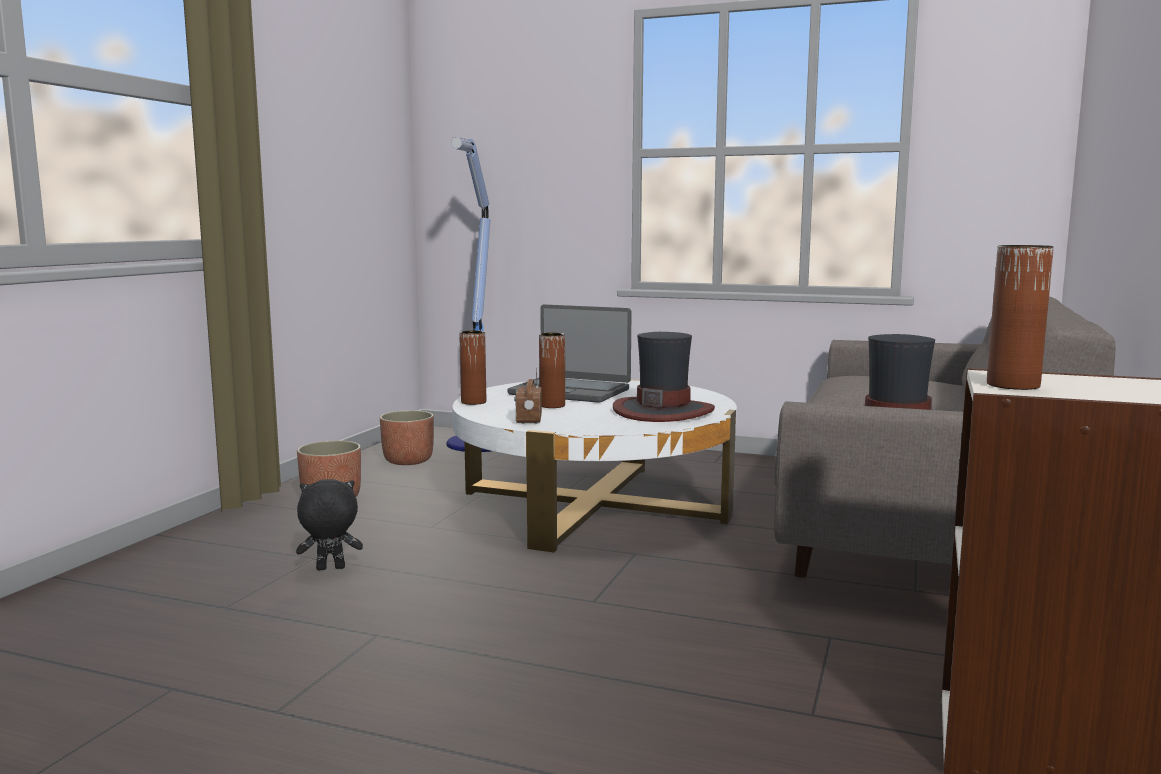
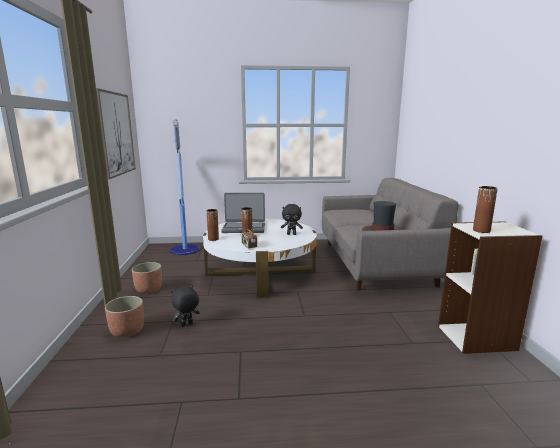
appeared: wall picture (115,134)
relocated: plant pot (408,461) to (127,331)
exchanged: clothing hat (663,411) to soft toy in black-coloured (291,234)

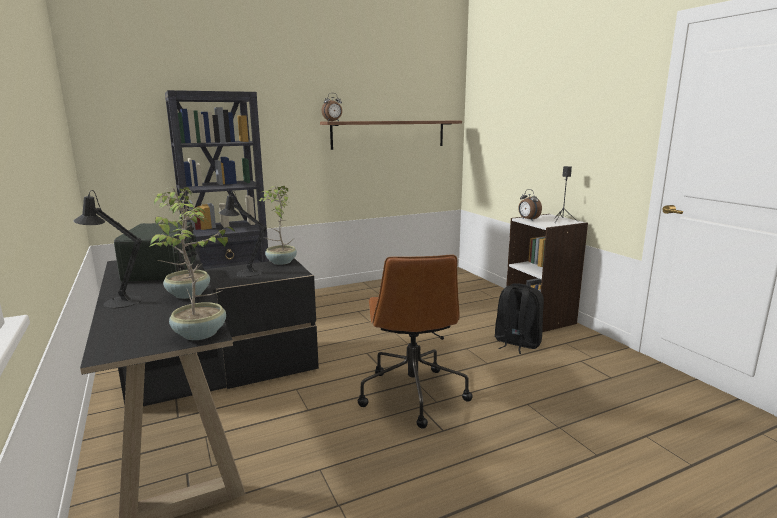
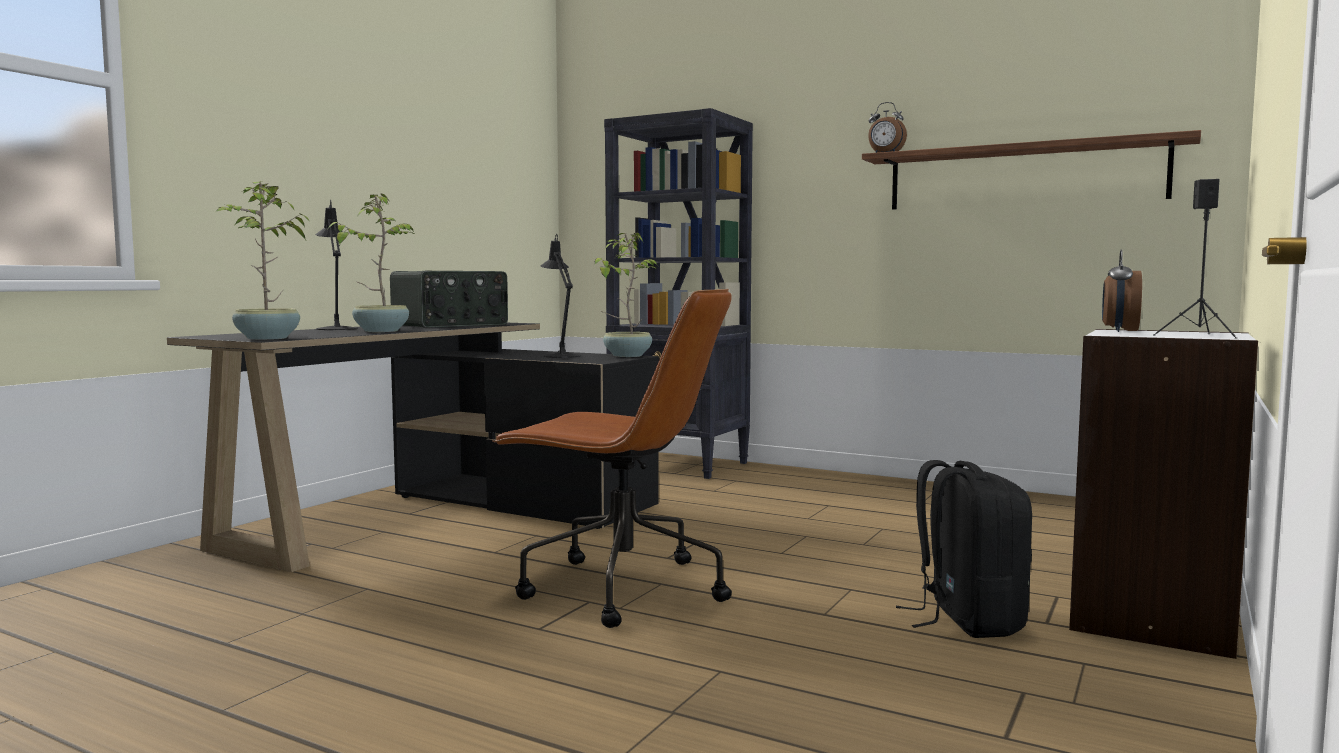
spun: office chair in brown-coloured (412,393) = (620,589) 120 degrees counterclockwise

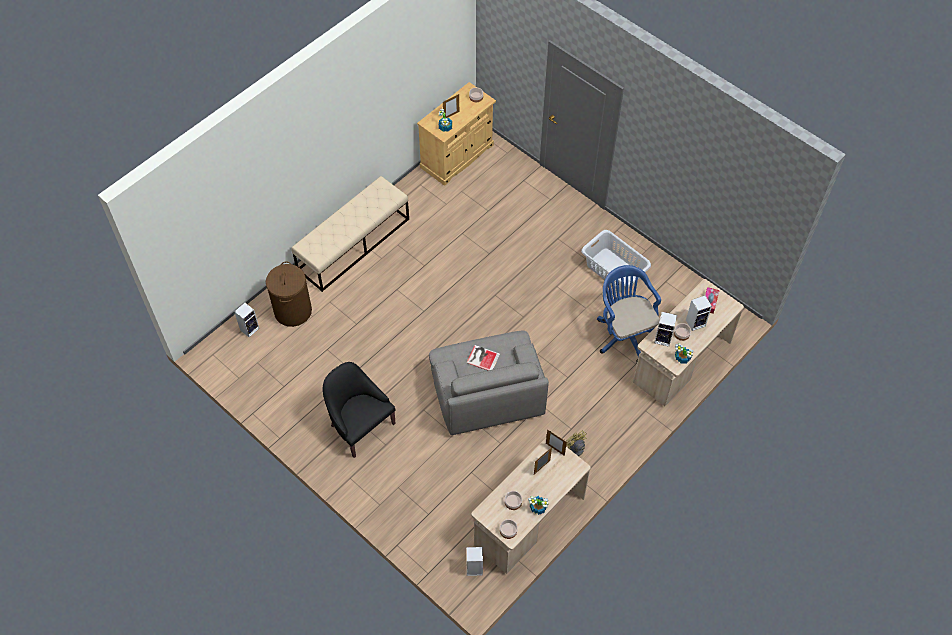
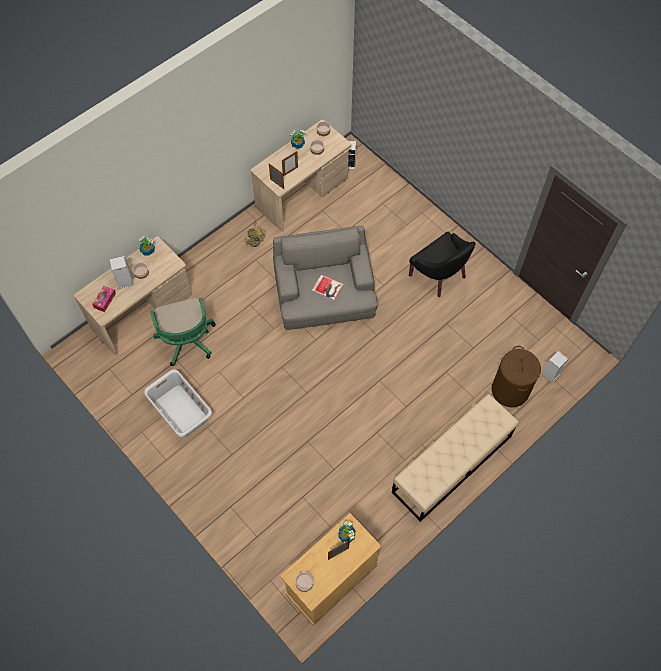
missing: loudspeaker (663,339)
colour: office chair in blue-coloured (624,333) to office chair in green-coloured (187,342)

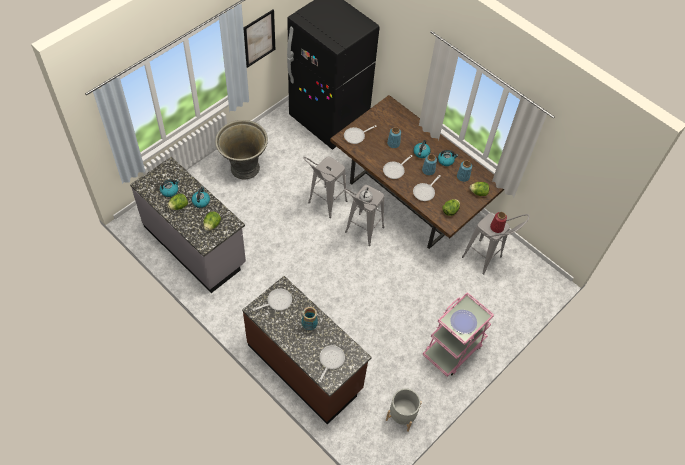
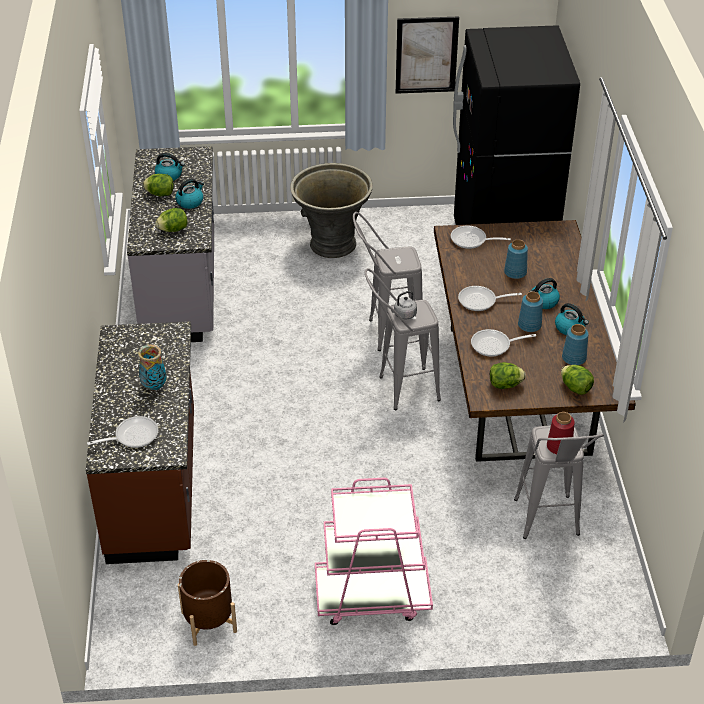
missing: frying pan (277,301); dinner plate (463,322)
colour: plant pot in gray (402,415) to plant pot in brown-coloured (209,622)

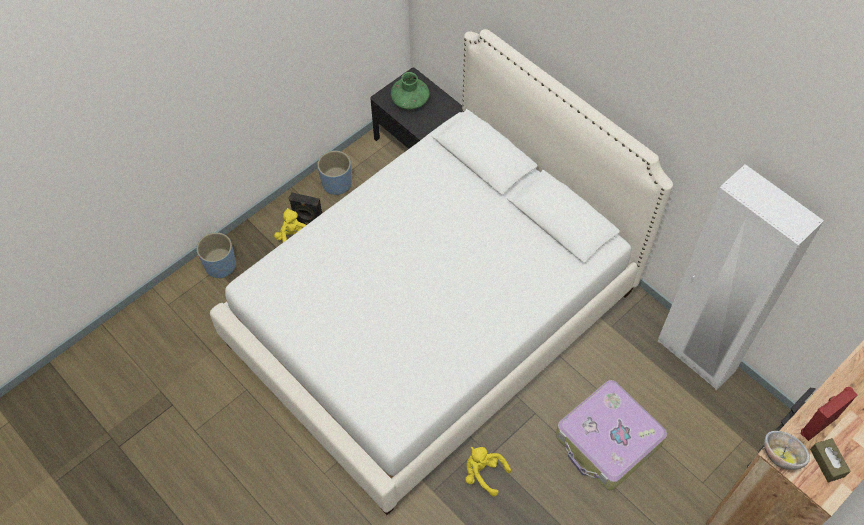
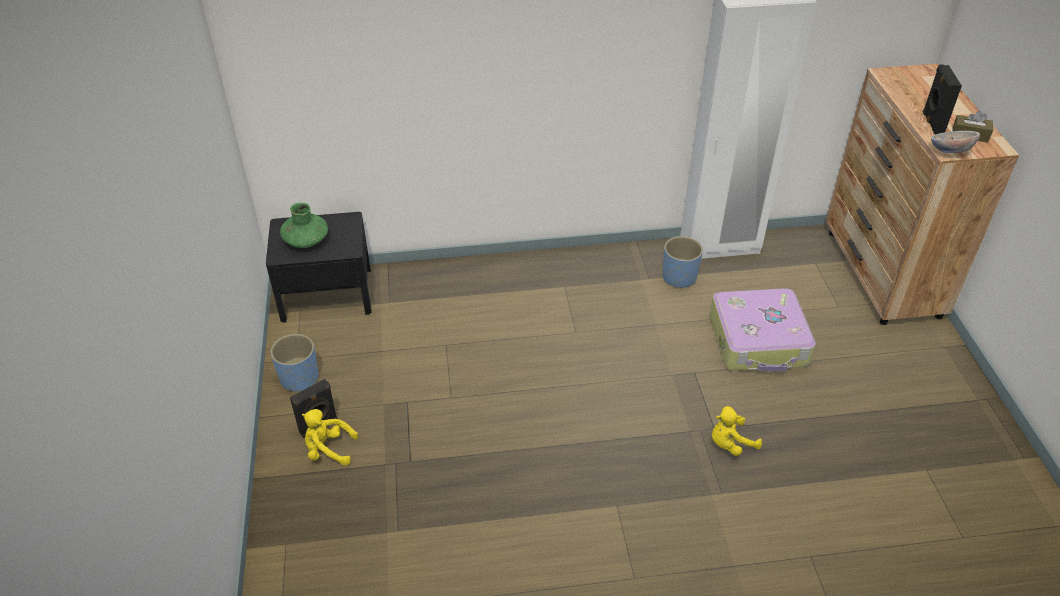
missing: bed in white (433,317)
relocated: plant pot in blue-coloured (220,265) to (678,277)
colour: loudspeaker in red-coloured (817,424) to loudspeaker in black-coloured (932,123)

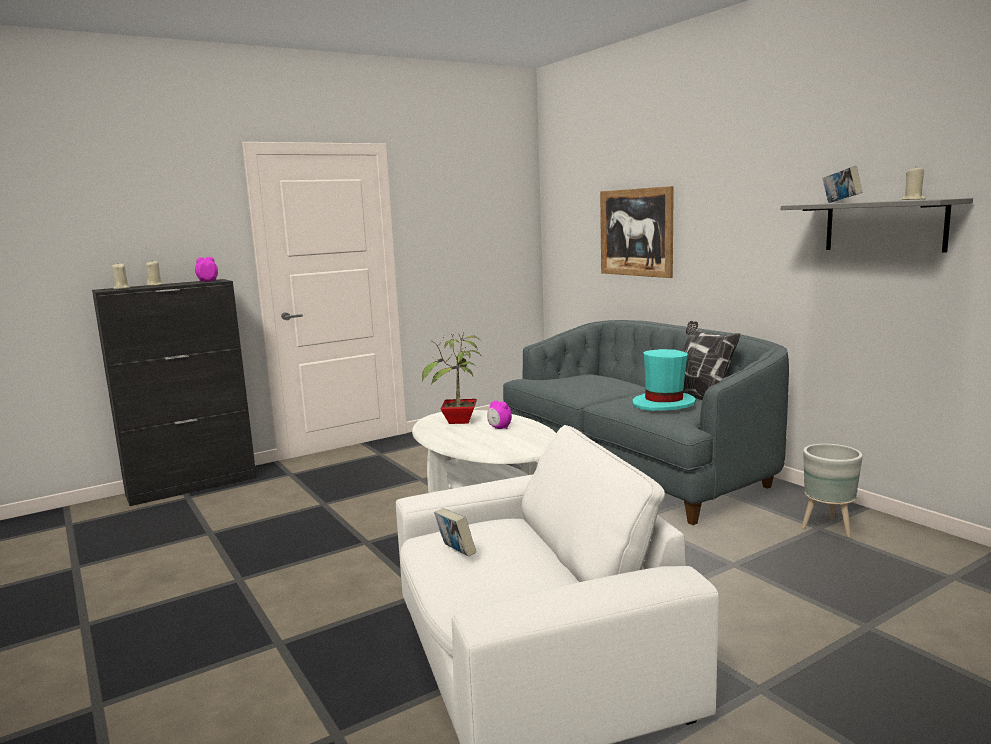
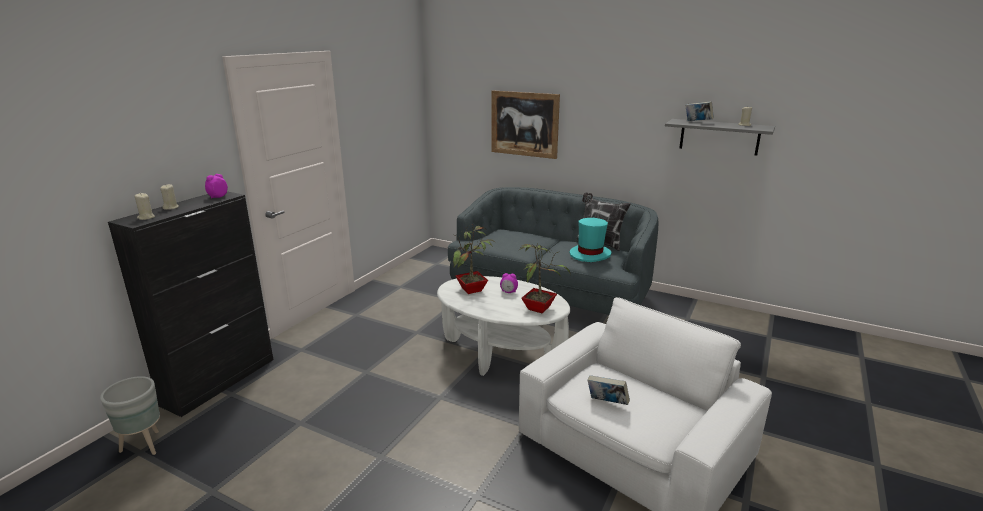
appeared: plant in a pot (539,308)
relocated: plant pot in gray (829,528) to (145,445)

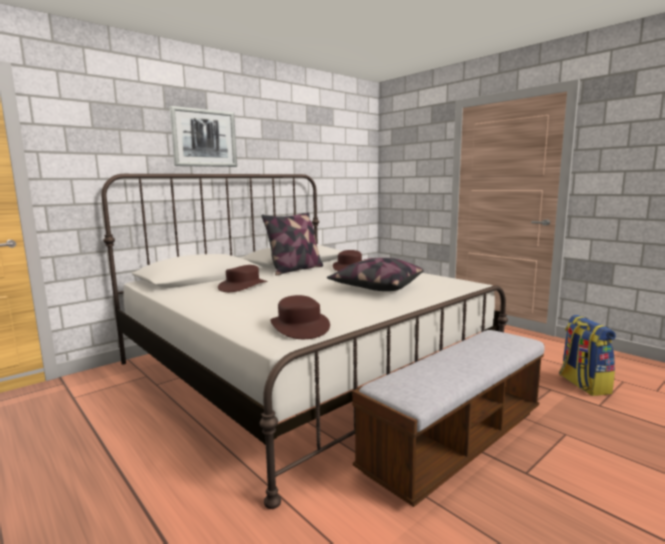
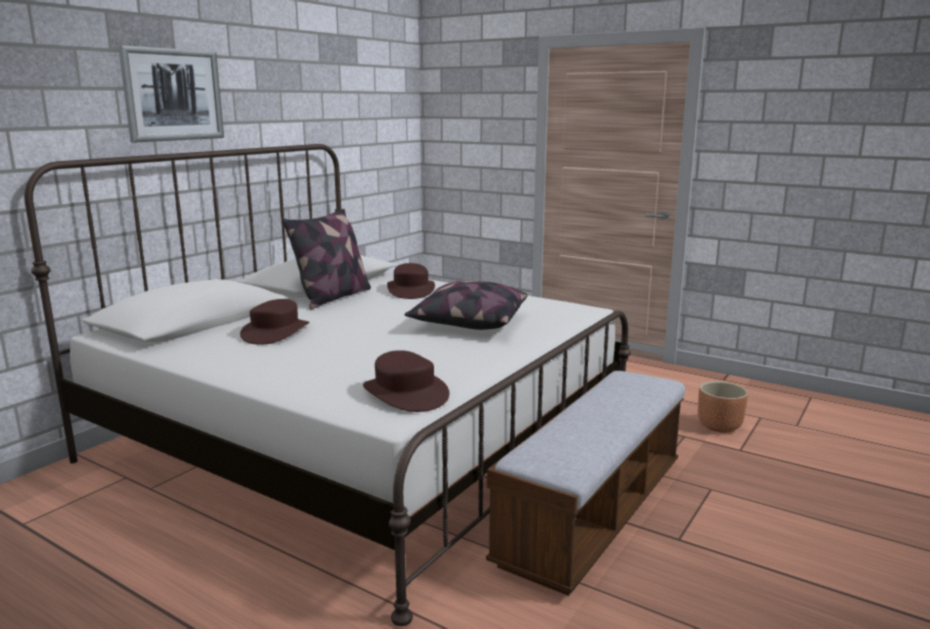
exchanged: rucksack (583,385) to plant pot in brown-coloured (718,426)

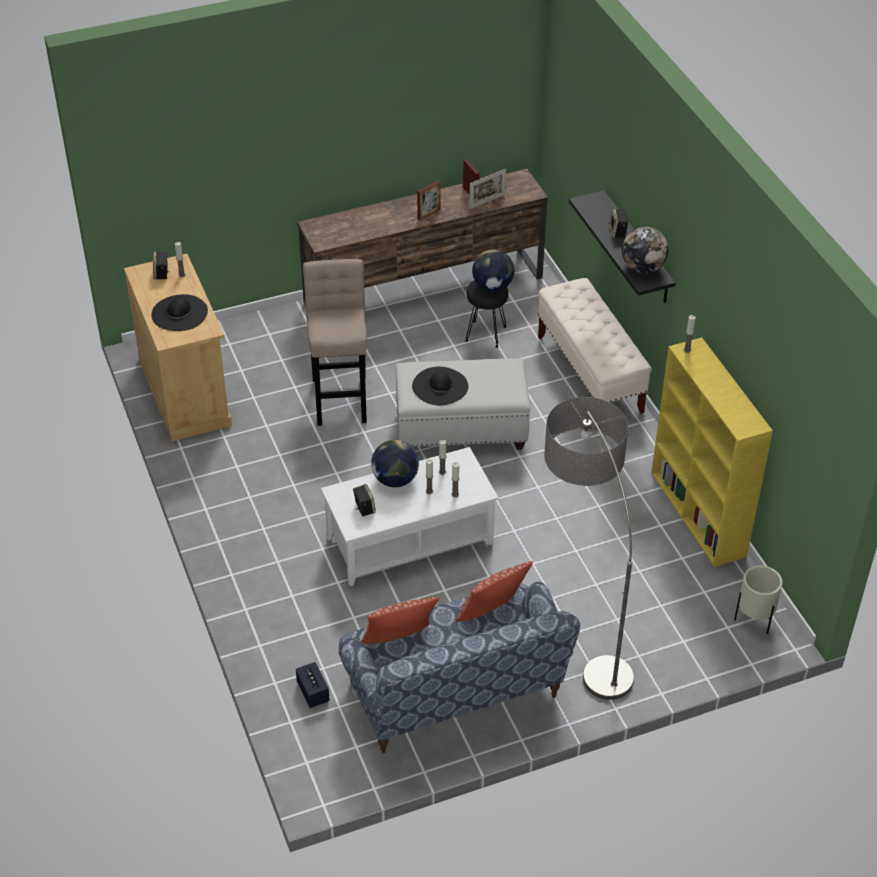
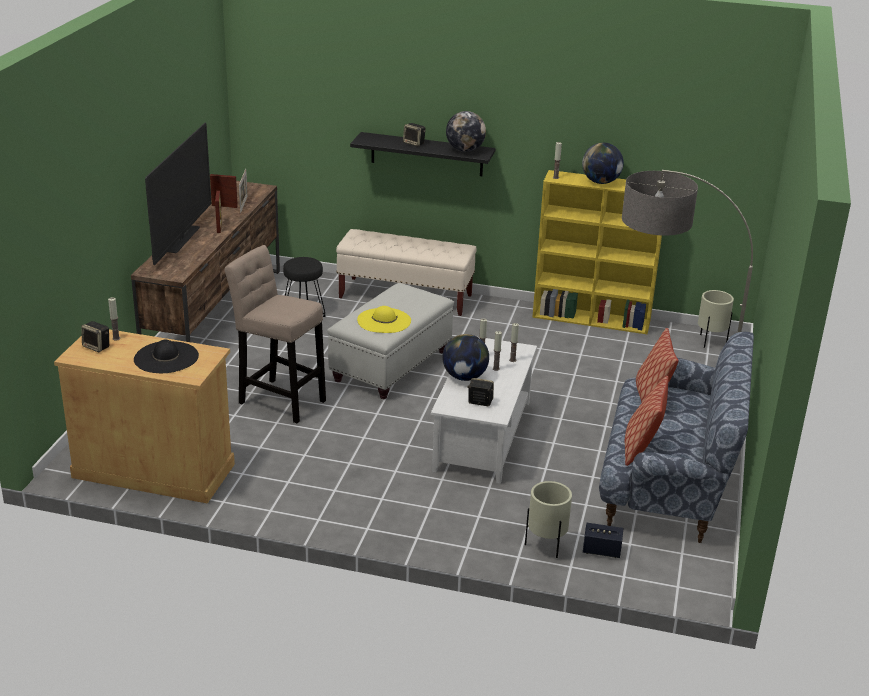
appeared: TV (182,239); plant pot in beige (546,546)
relocated: desk globe (492,286) to (600,182)
colour: clothing hat in black-coloured (440,386) to clothing hat in yellow-coloured (384,320)

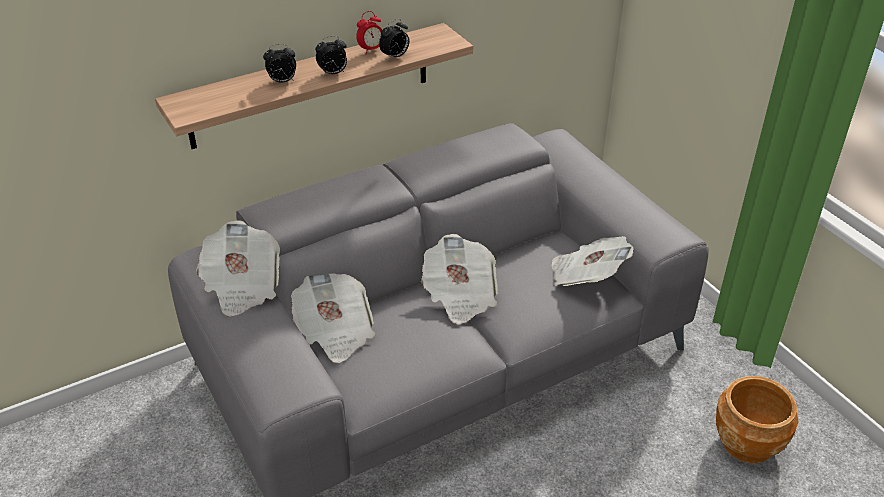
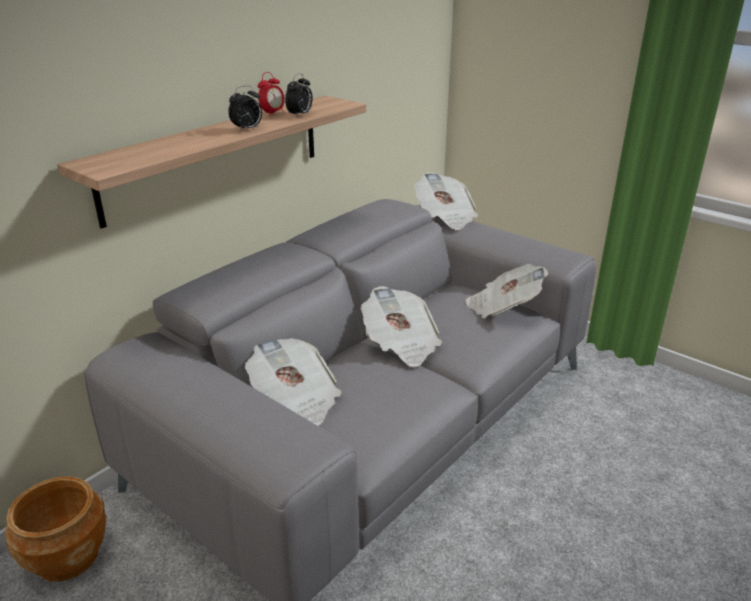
missing: bedside clock (282,81)
relocated: newspaper (242,286) to (445,217); plant pot in brown-coloured (747,442) to (68,556)

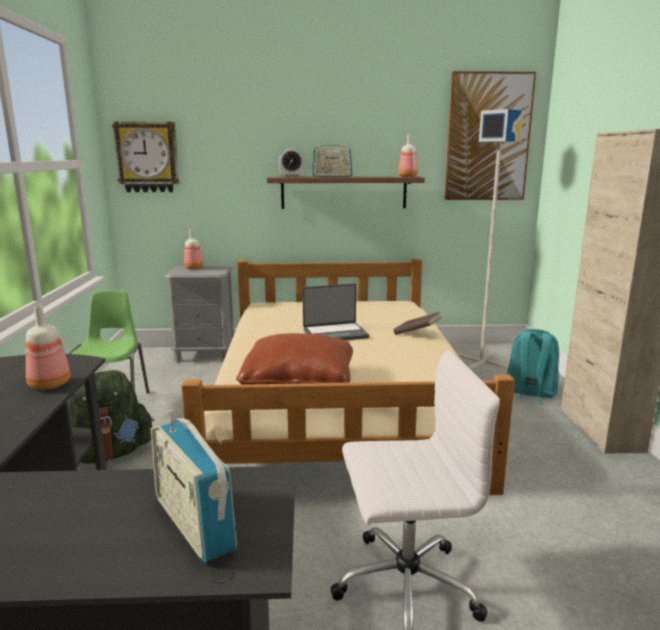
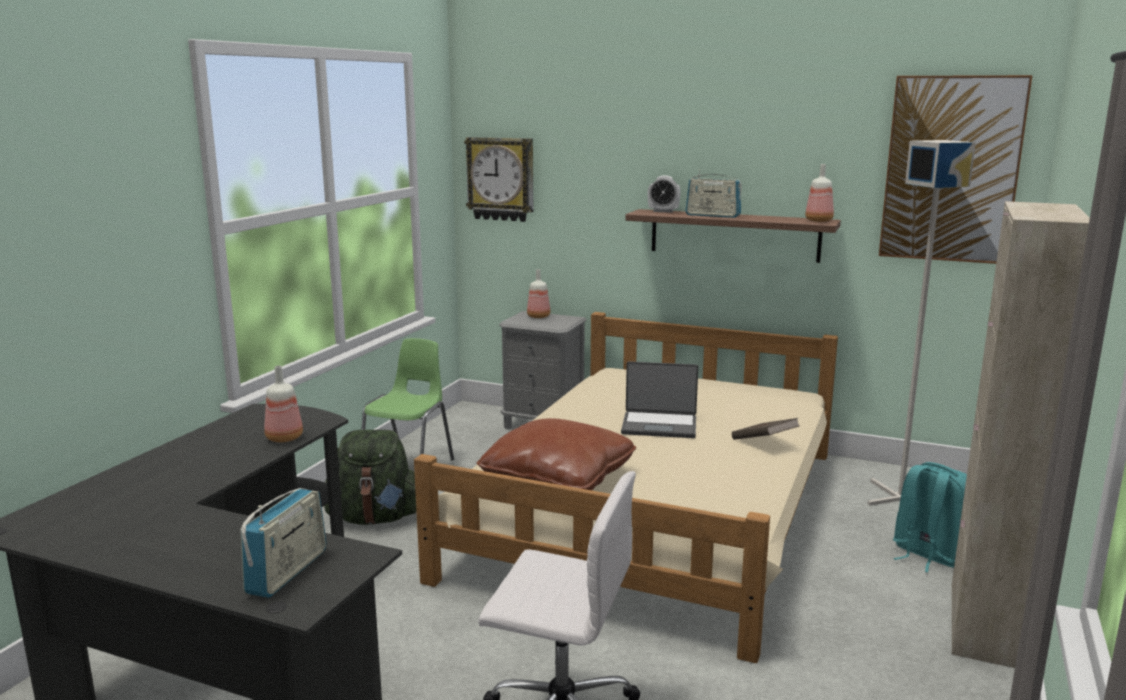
spun: radio receiver (194,524) = (287,572) 150 degrees counterclockwise

